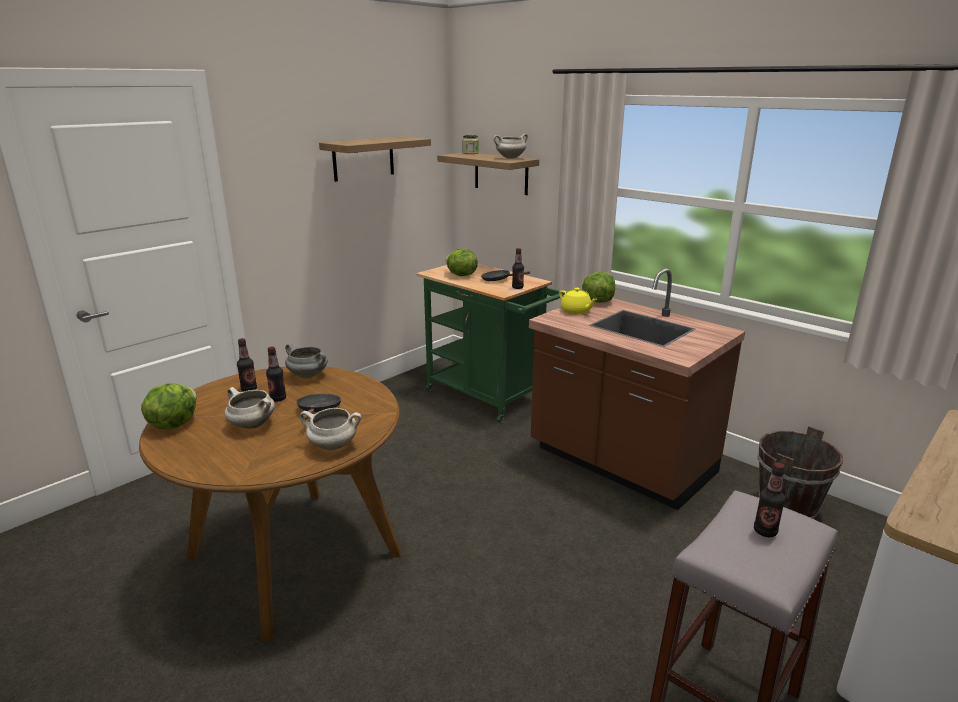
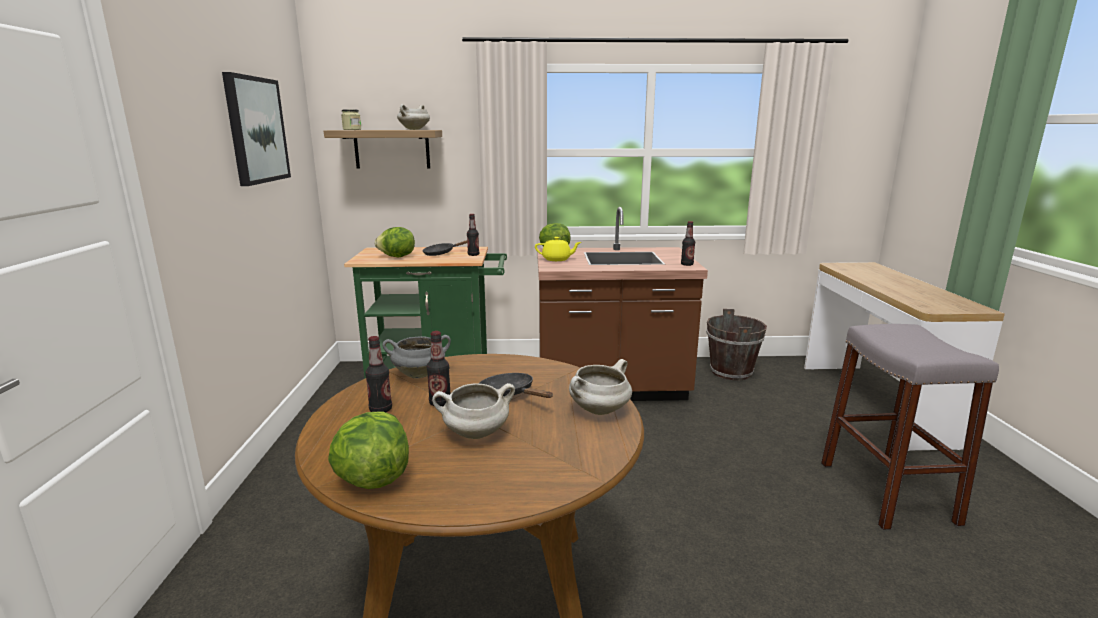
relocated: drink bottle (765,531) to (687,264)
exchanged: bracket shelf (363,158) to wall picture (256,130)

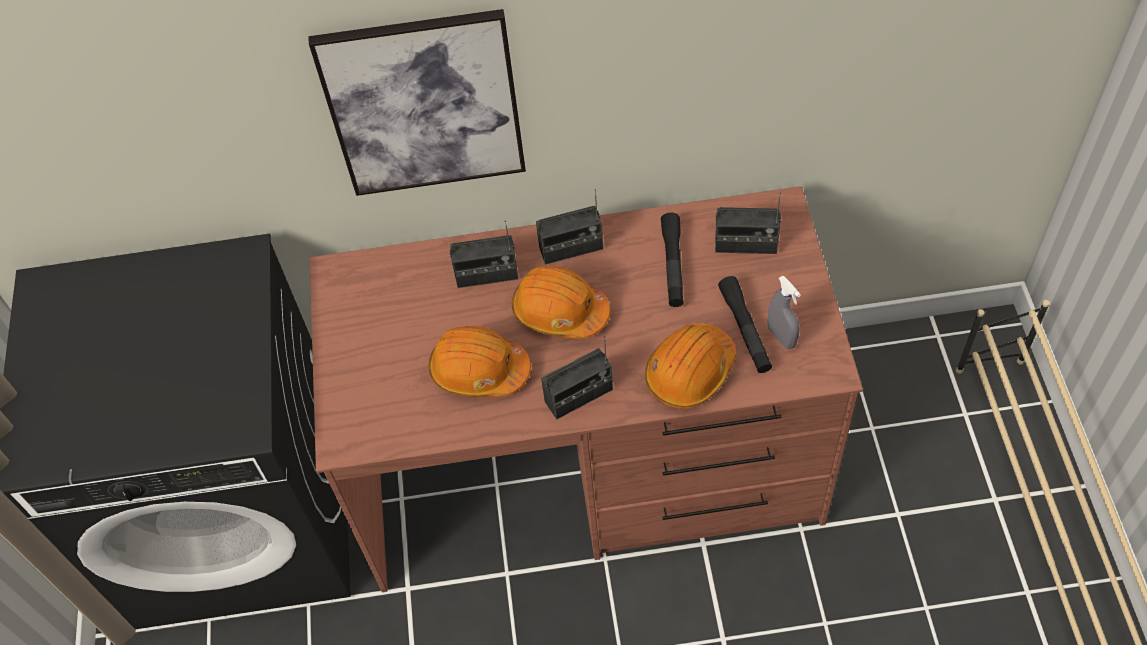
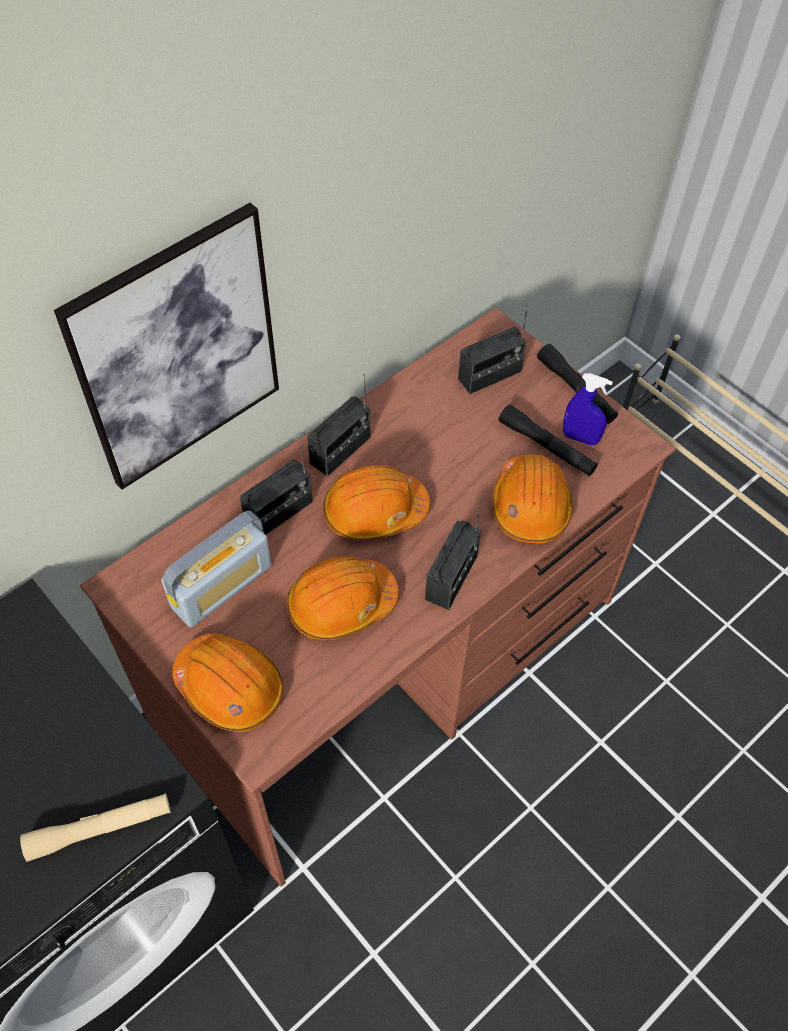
appeared: hand torch in beige (100,829); radio receiver (222,586); hard hat in orange (230,687)
relocated: hand torch in black-coloured (673,265) to (576,390)
colour: sprayer in gray (781,337) to sprayer in blue-coloured (580,438)

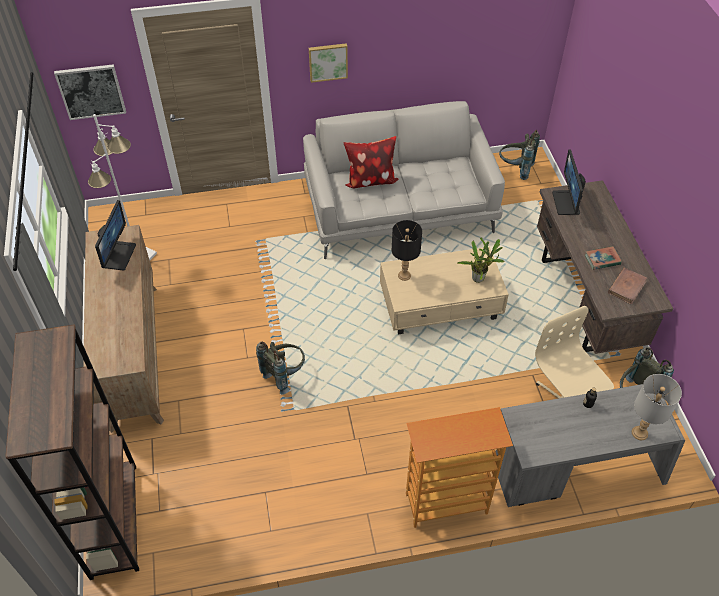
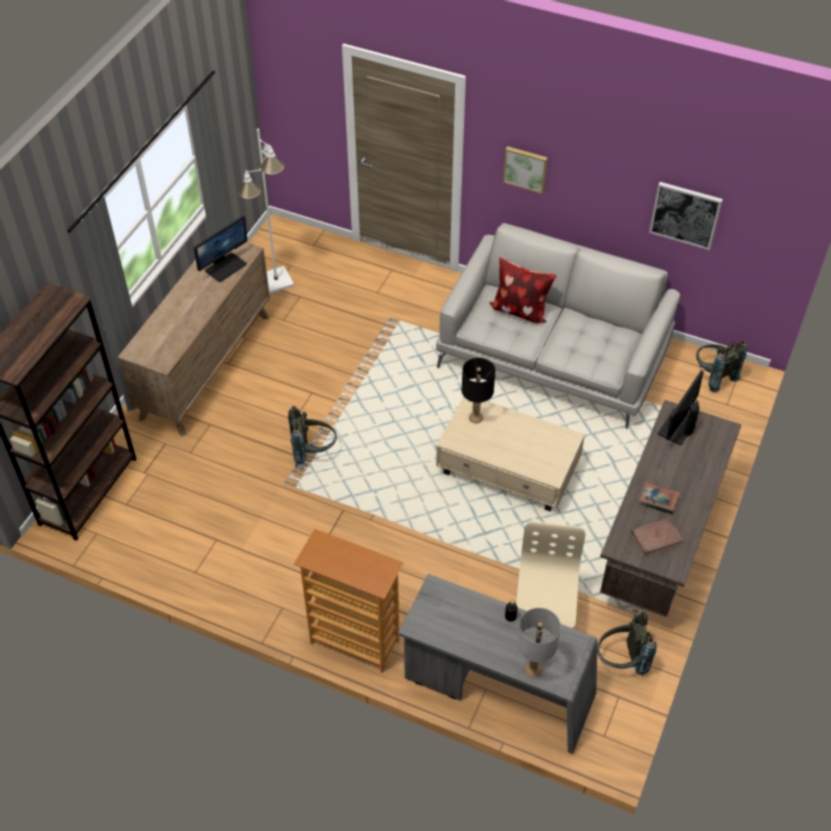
missing: plant in a pot (479,278)
relocated: wall picture (91,91) to (685,214)

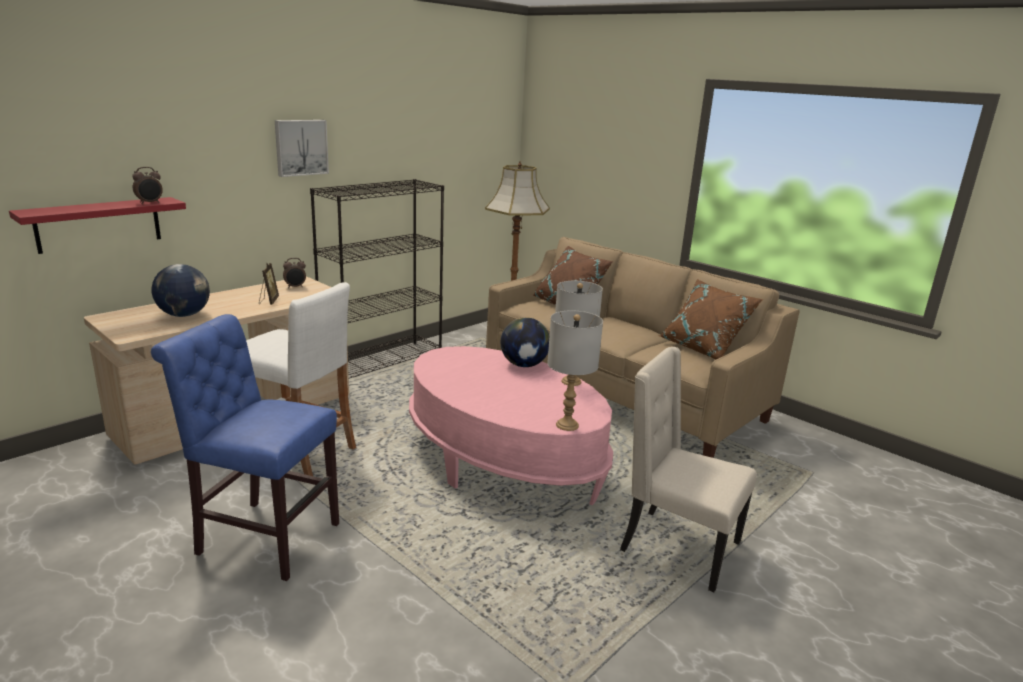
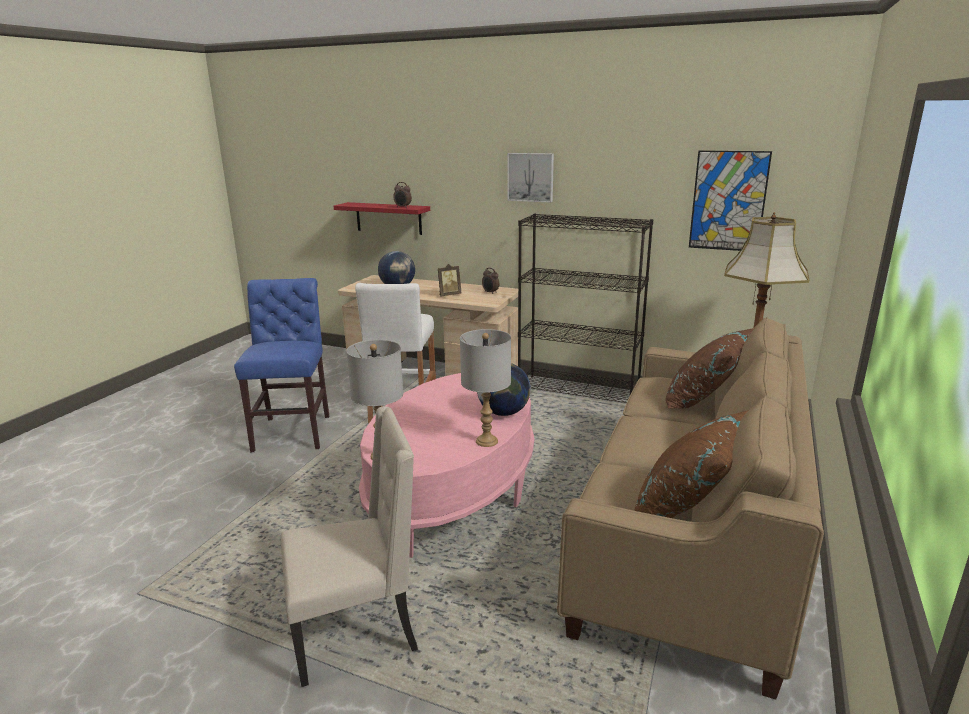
appeared: wall picture (728,201)
spun: chair in beige (677,547) = (357,630) 60 degrees clockwise

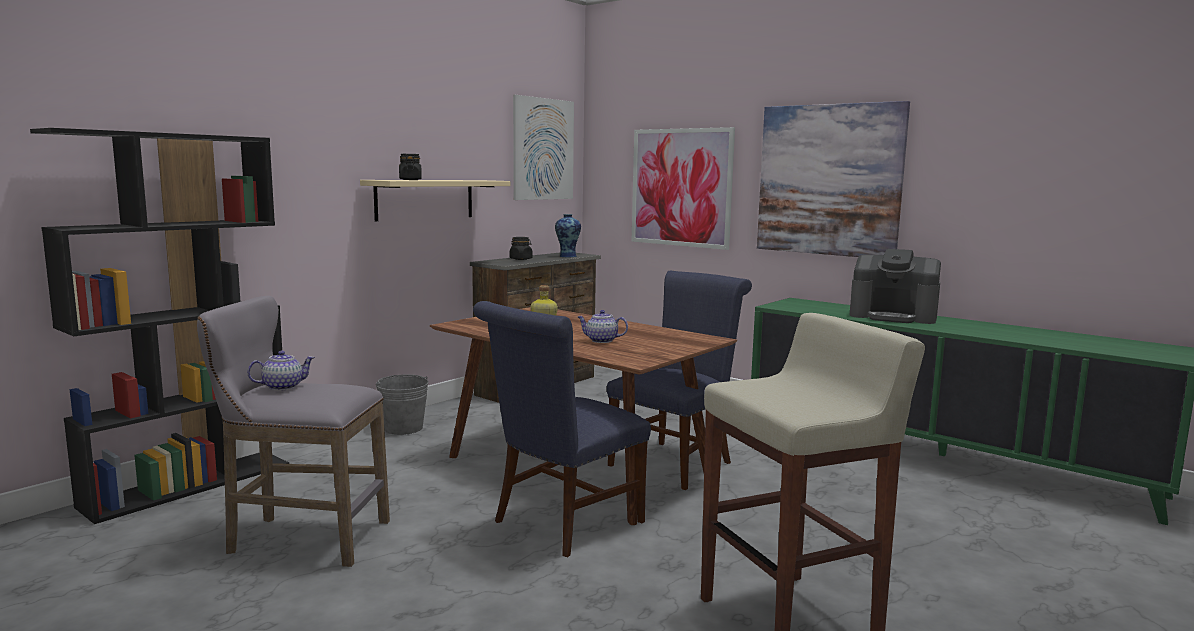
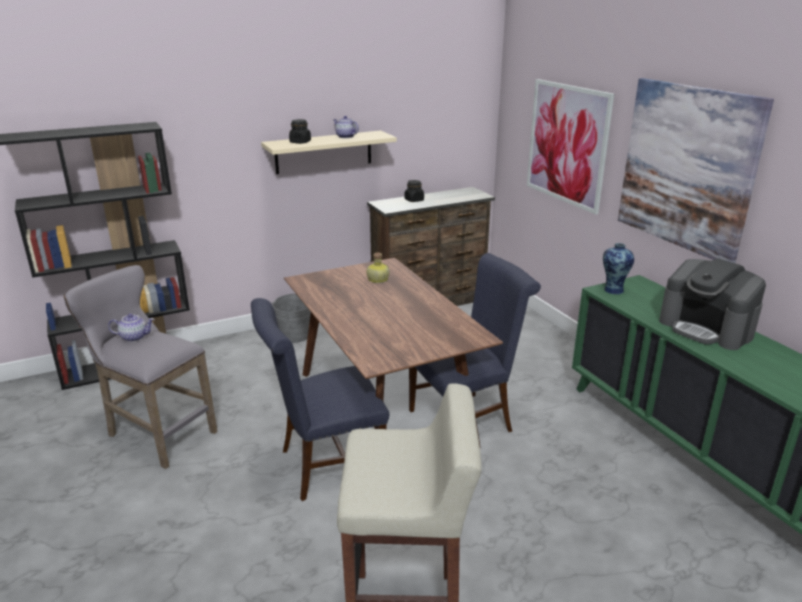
missing: wall picture (543,149)
relocated: flower vase (567,256) to (613,290); teapot (601,340) to (345,136)

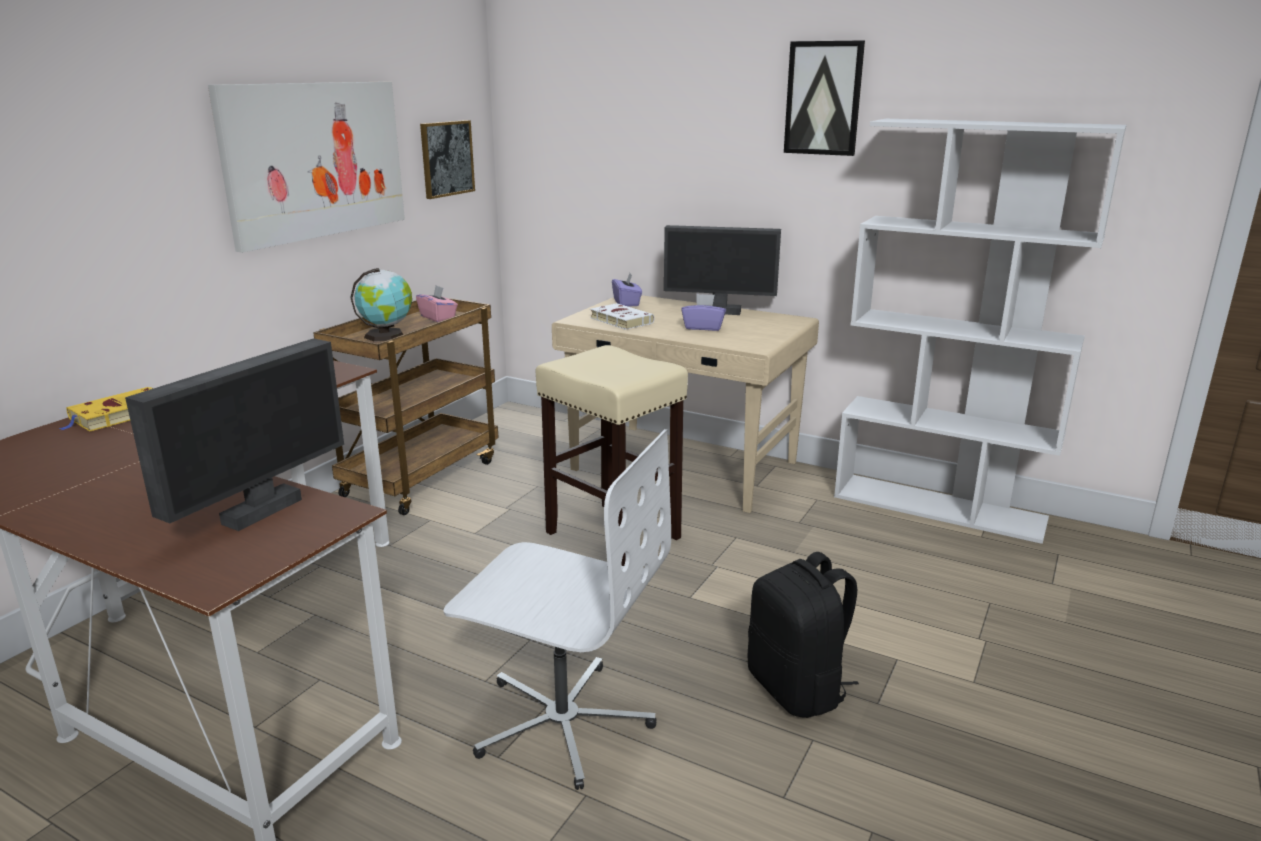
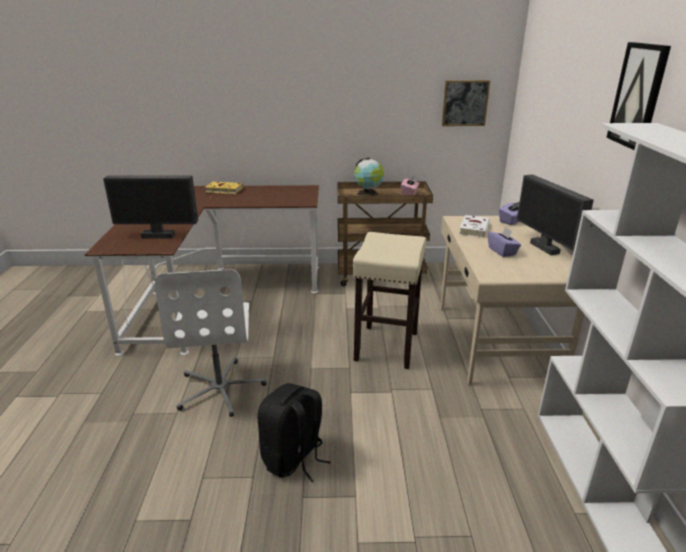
missing: wall picture (315,160)

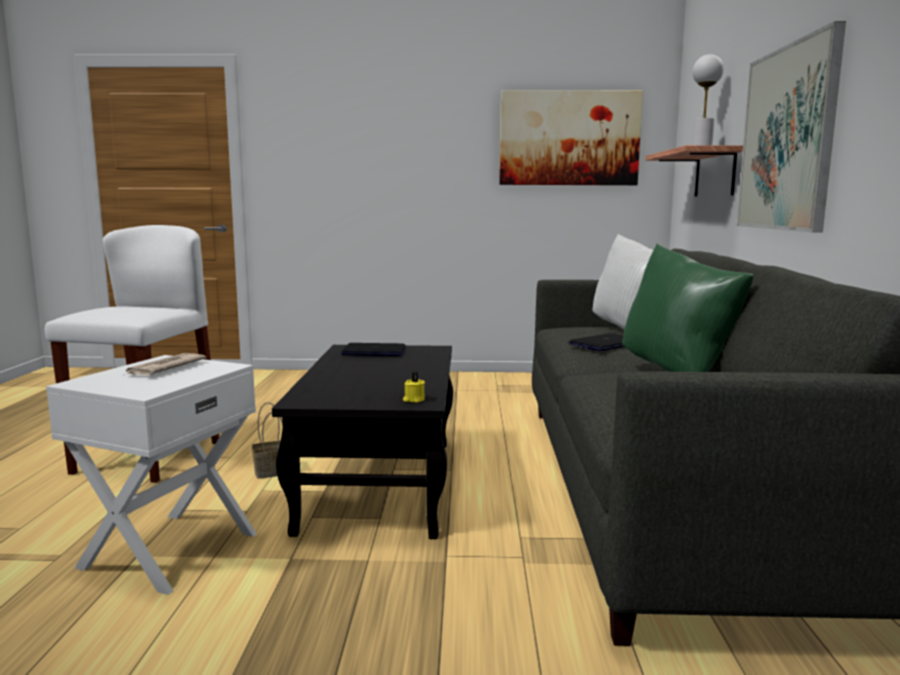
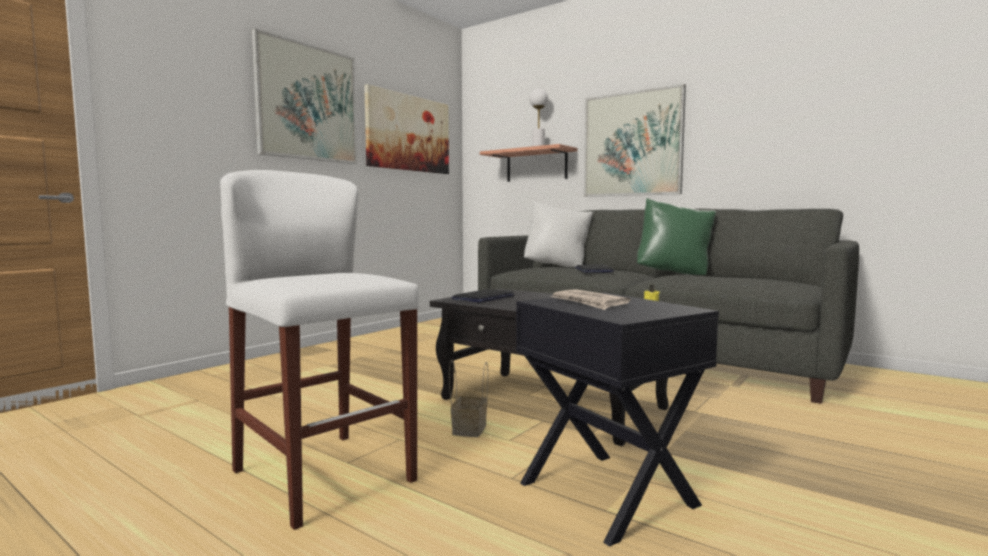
appeared: wall picture (307,103)
colour: side table in white (168,549) to side table in black-coloured (605,494)

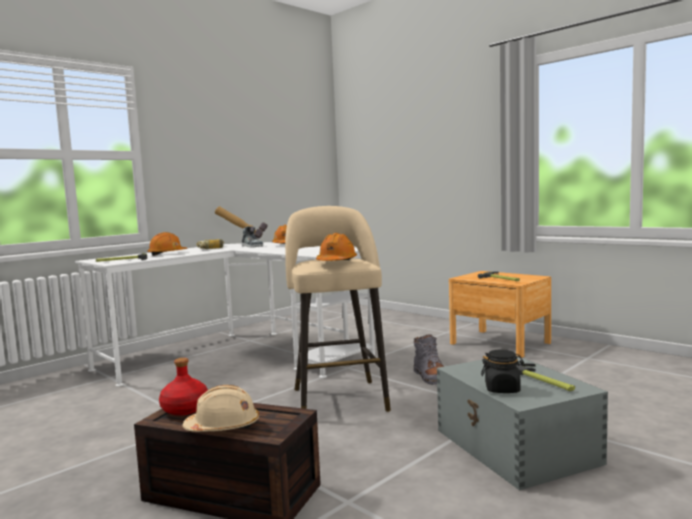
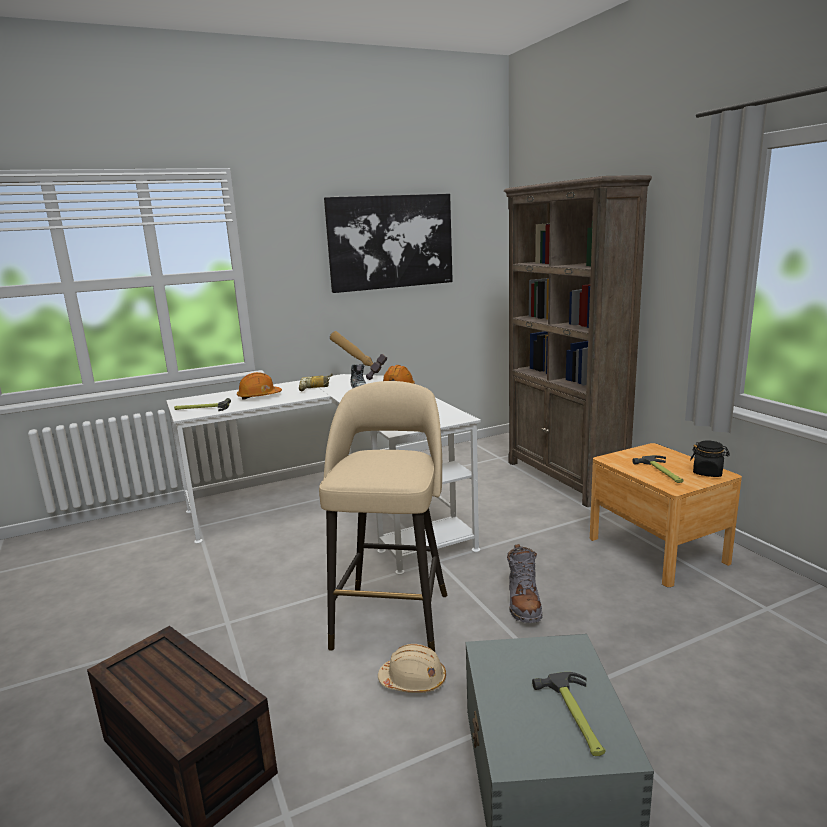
missing: drink bottle in red-coloured (184,409); hard hat in orange (336,262)
appeared: wall picture (391,242); shelving unit in brown-coloured (564,478)
relocated: hard hat in beige (223,427) to (413,681); storage jar in black-coloured (502,389) to (708,473)

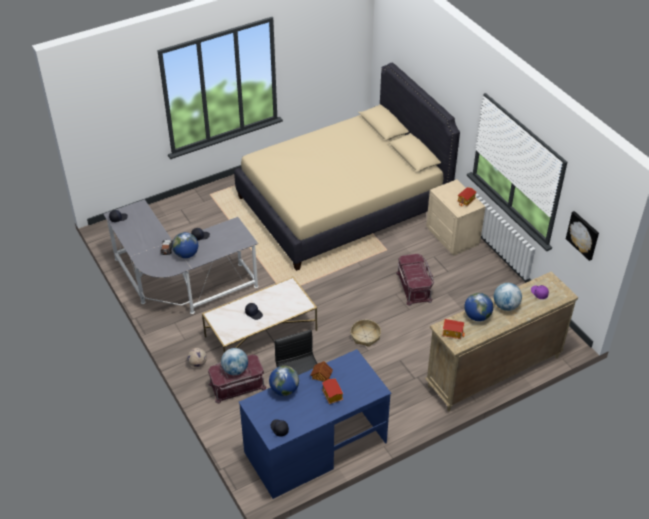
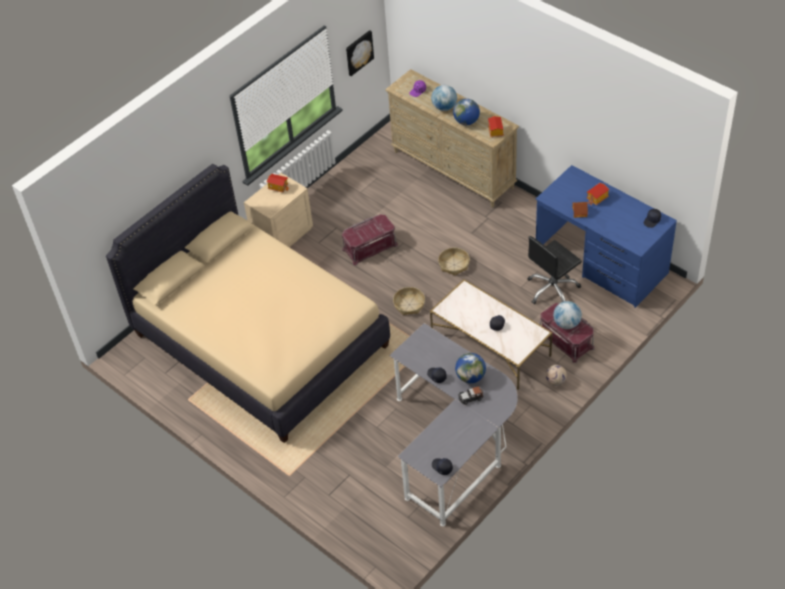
missing: desk globe (284,390)
appeared: household basket (409,304)

